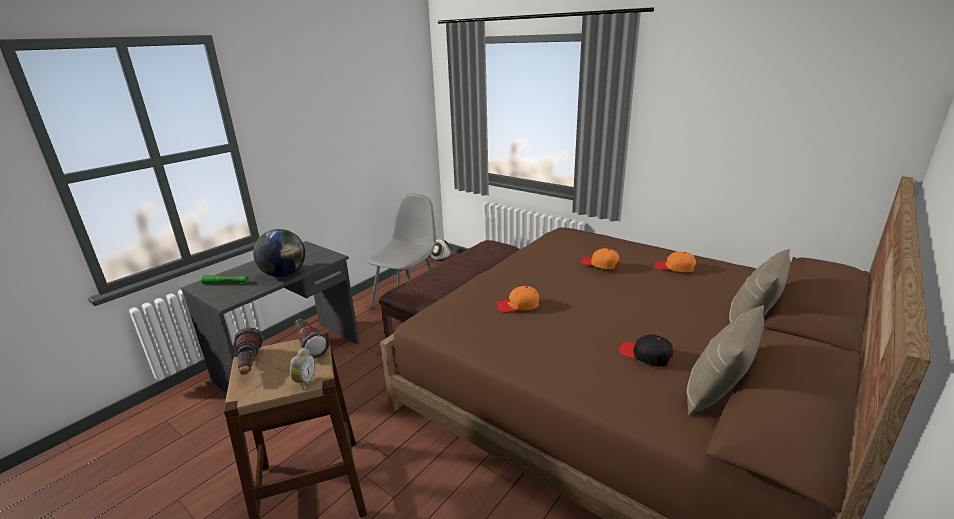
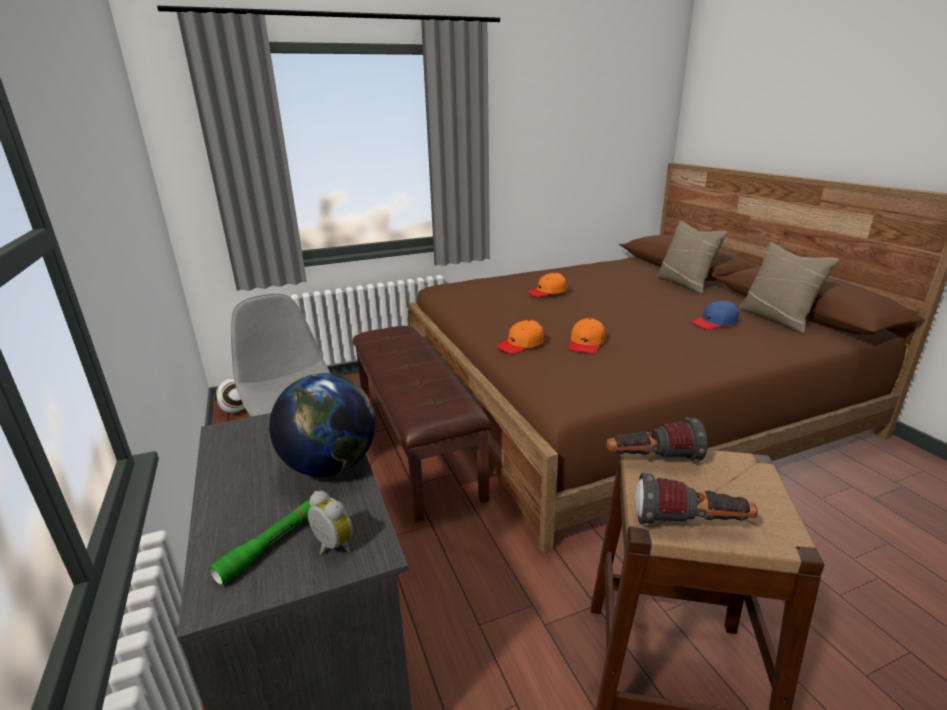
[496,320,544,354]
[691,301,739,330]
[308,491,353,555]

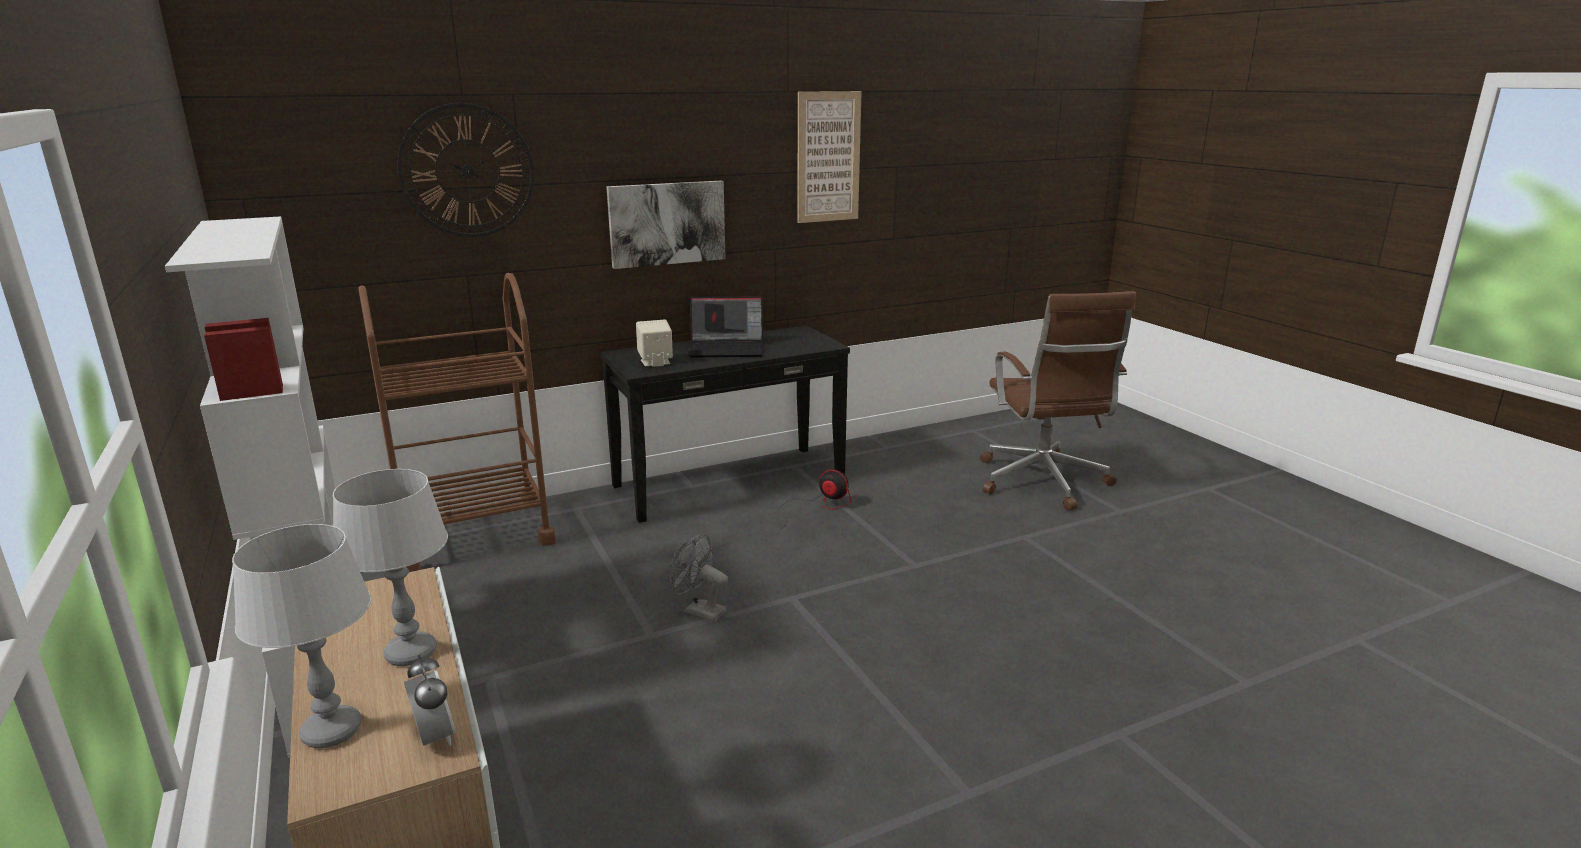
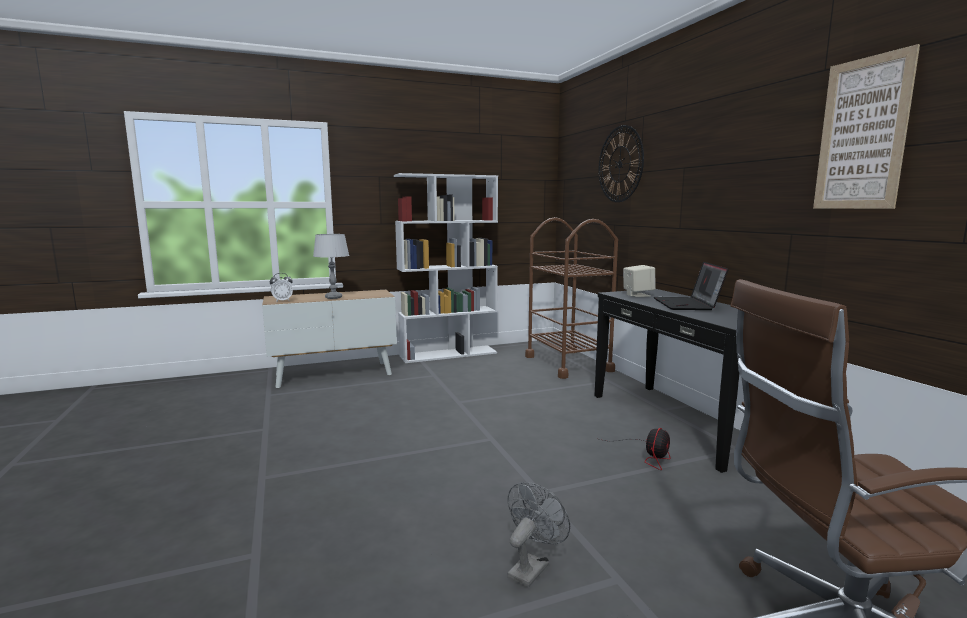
[606,181,726,269] (first image)
[232,524,371,748] (first image)
[507,482,570,588]

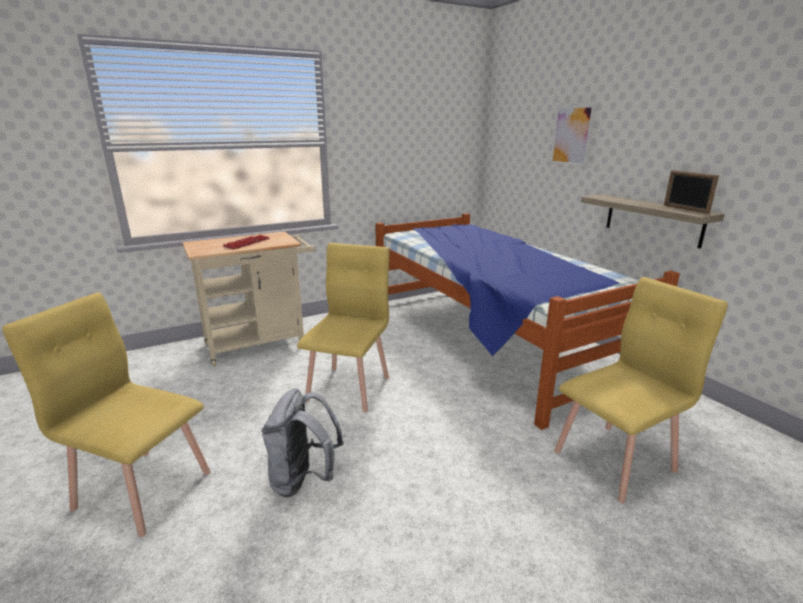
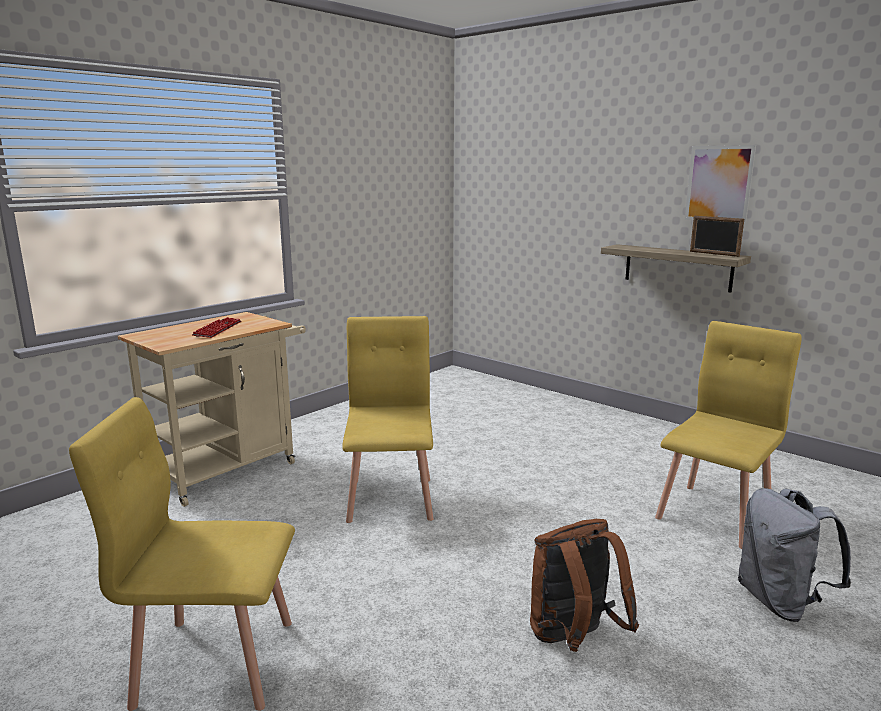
[685,145,756,223]
[375,213,680,430] (first image)
[738,488,851,622]
[530,519,639,652]

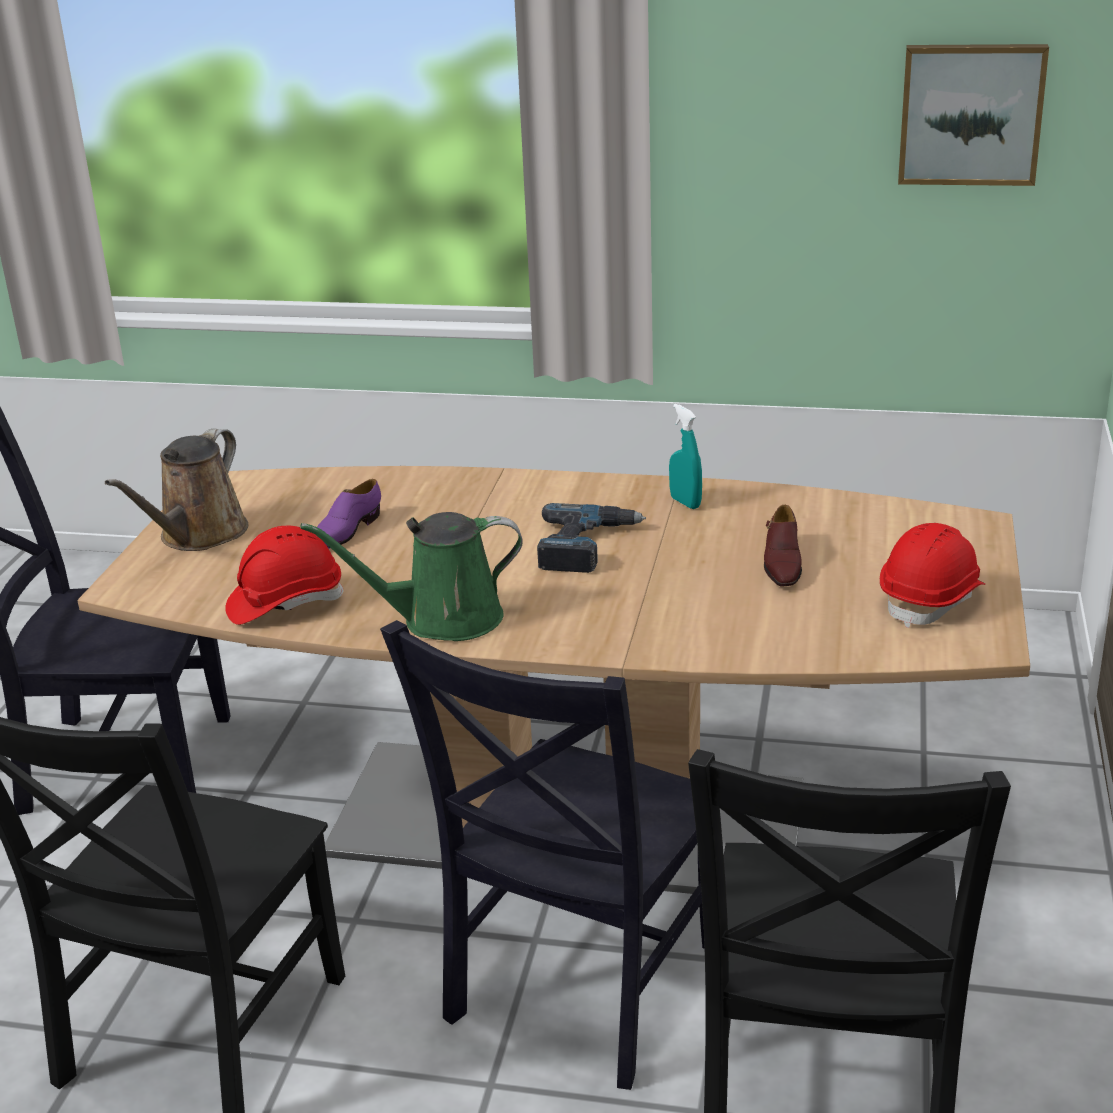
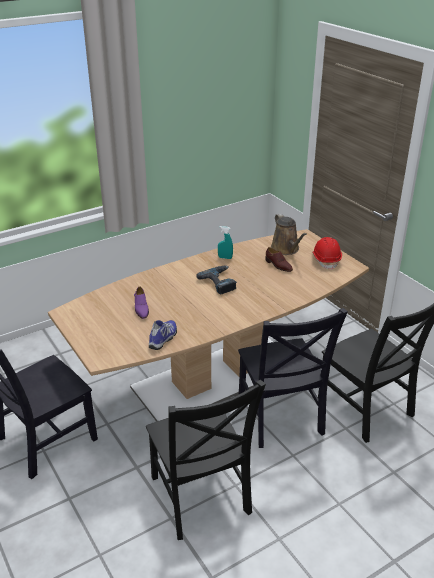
[898,44,1049,186] (first image)
[271,214,307,255]
[300,512,523,641] (first image)
[149,320,177,350]

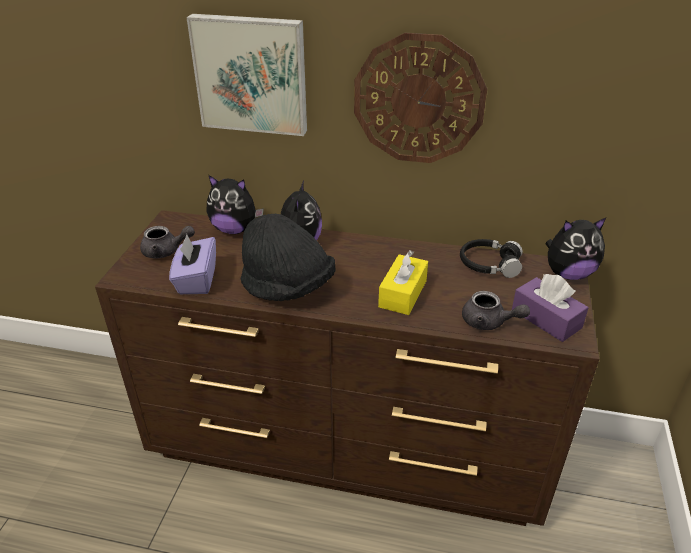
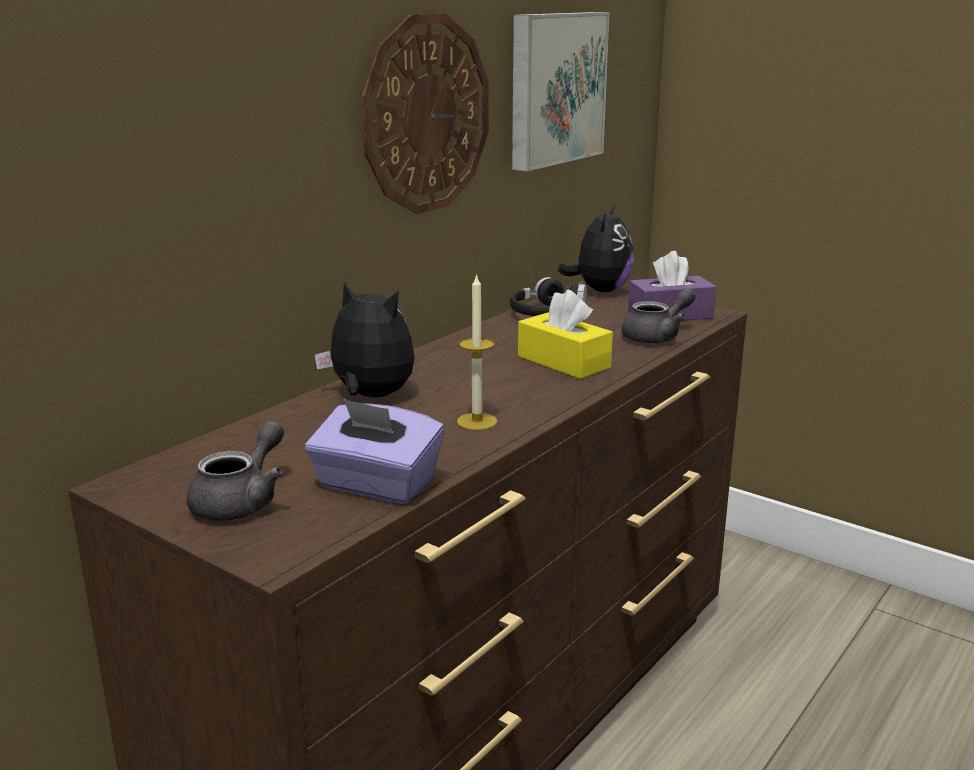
[512,12,610,171]
[207,175,264,234] (first image)
[457,273,497,430]

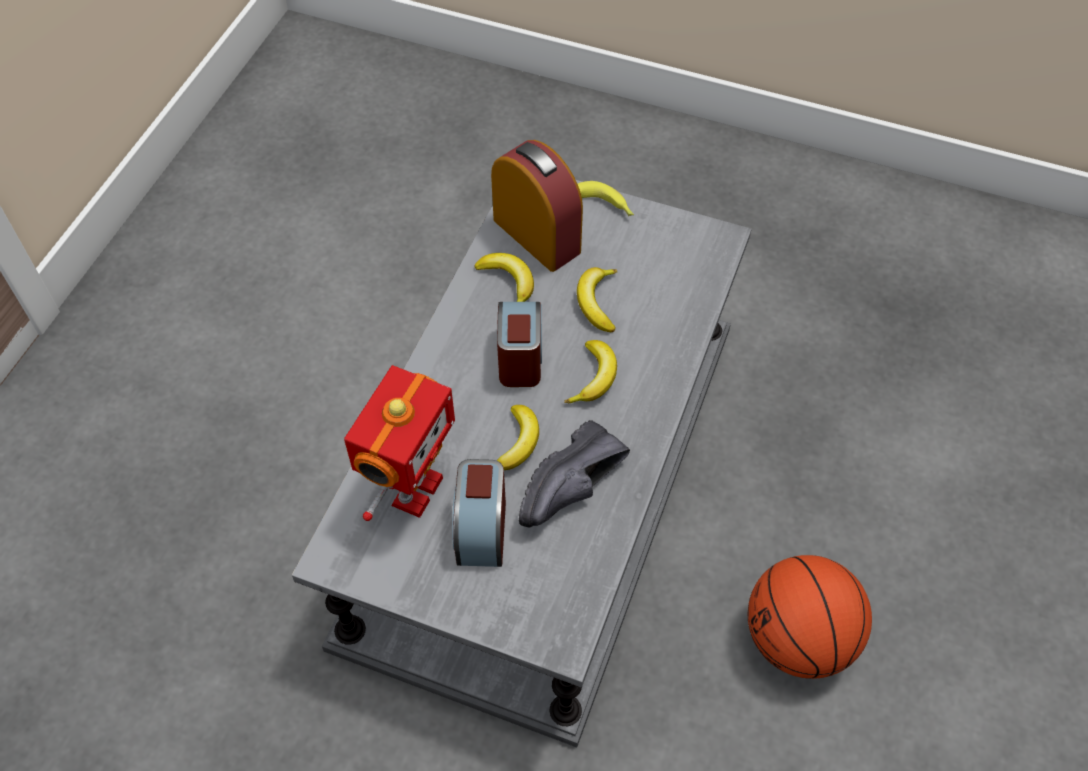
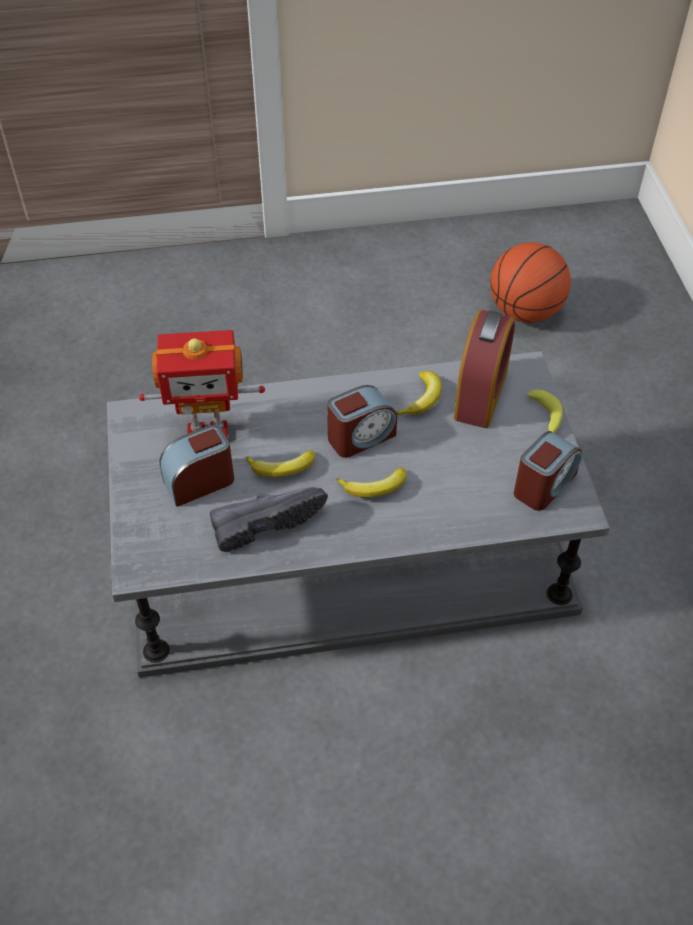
[577,267,618,332] (first image)
[210,487,328,552]
[490,242,571,323]
[514,431,582,511]

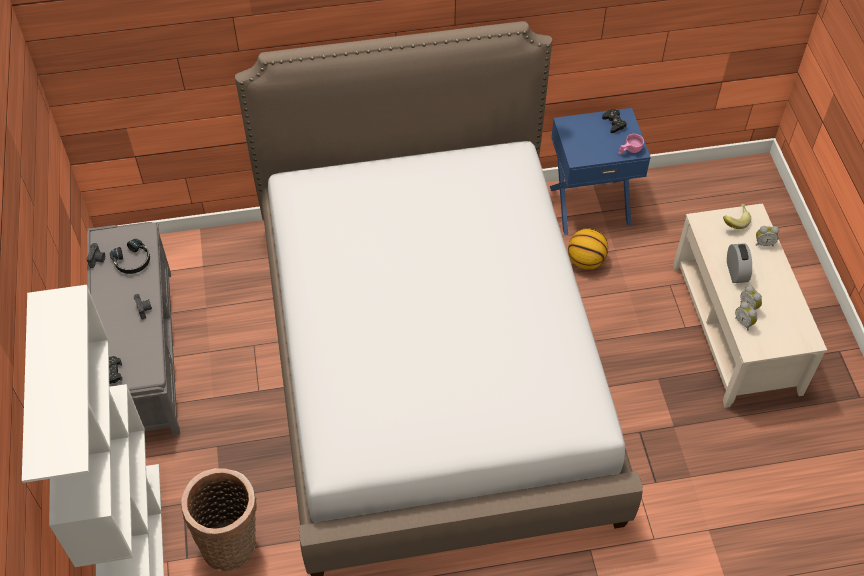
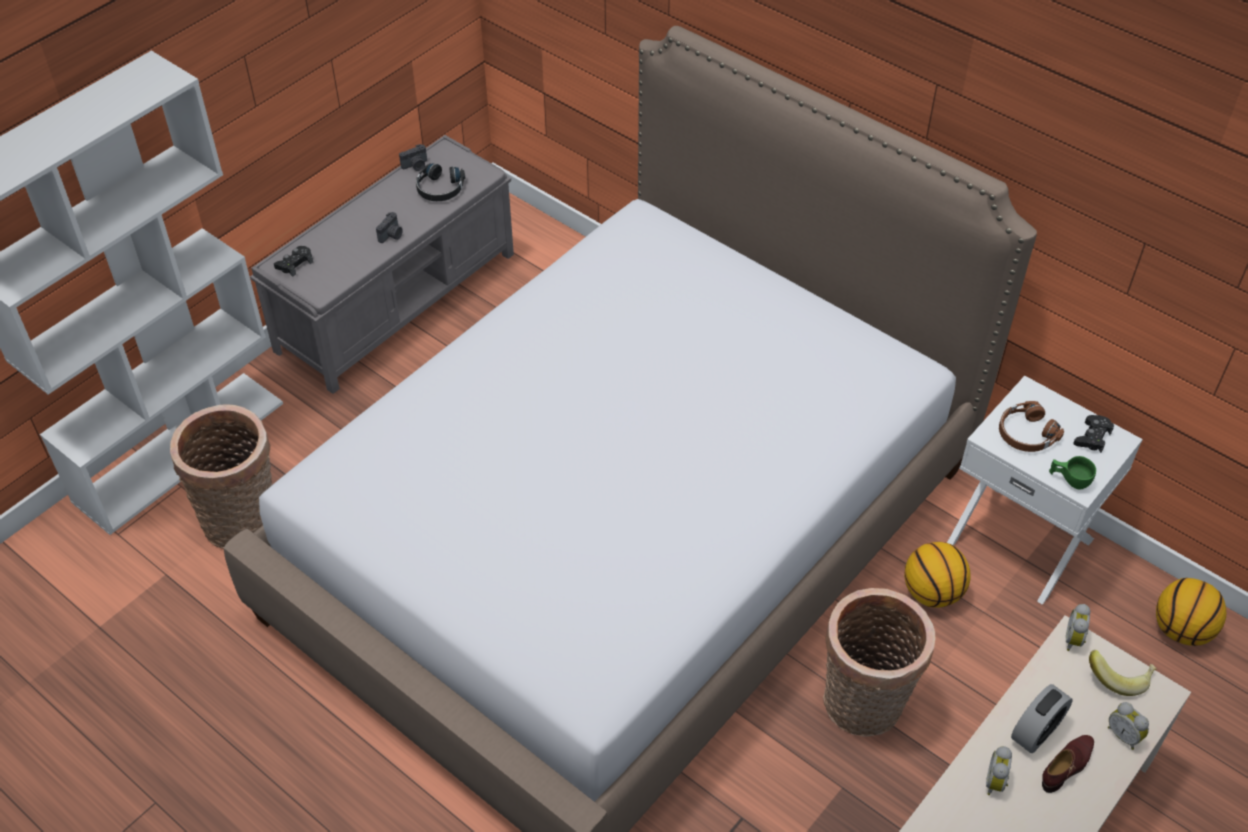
[947,376,1143,605]
[1049,456,1096,489]
[1066,604,1090,651]
[999,401,1064,452]
[1156,578,1226,646]
[823,588,935,737]
[1042,735,1094,793]

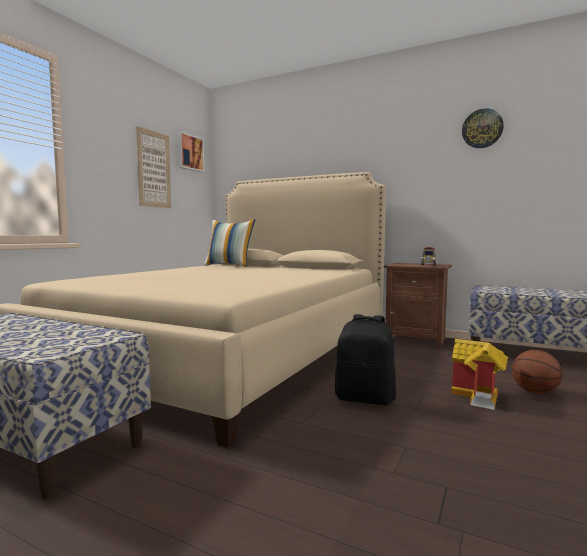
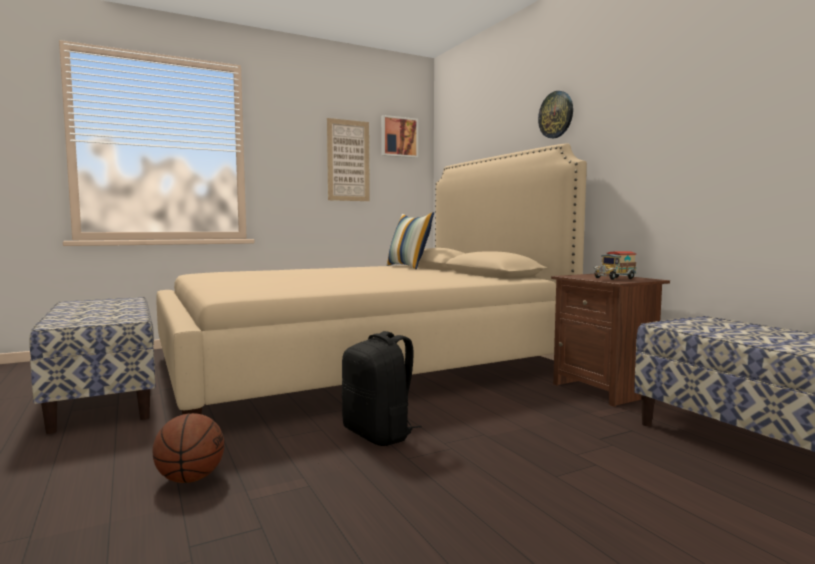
[538,91,573,138]
[451,339,508,410] (first image)
[152,413,224,483]

